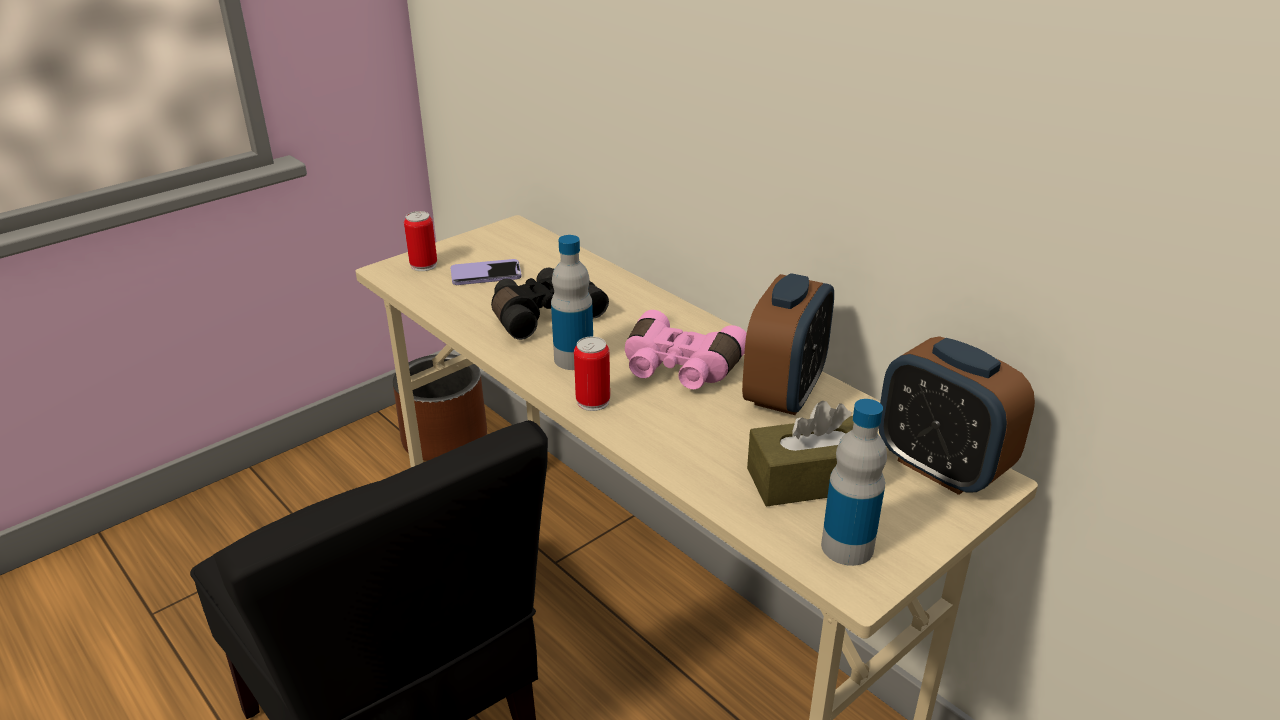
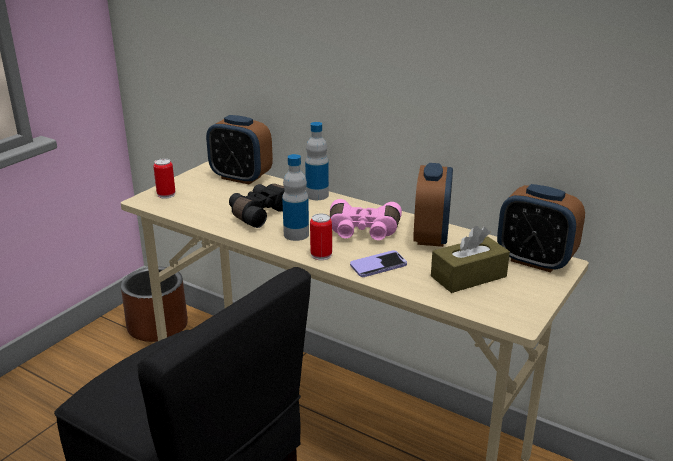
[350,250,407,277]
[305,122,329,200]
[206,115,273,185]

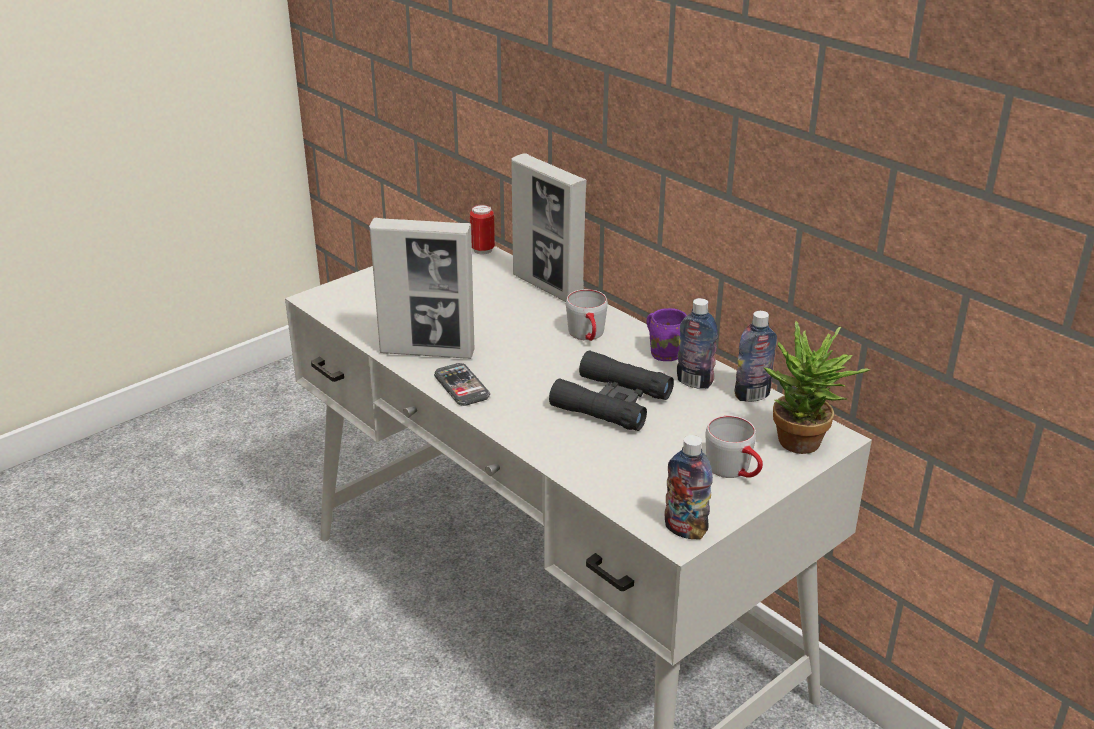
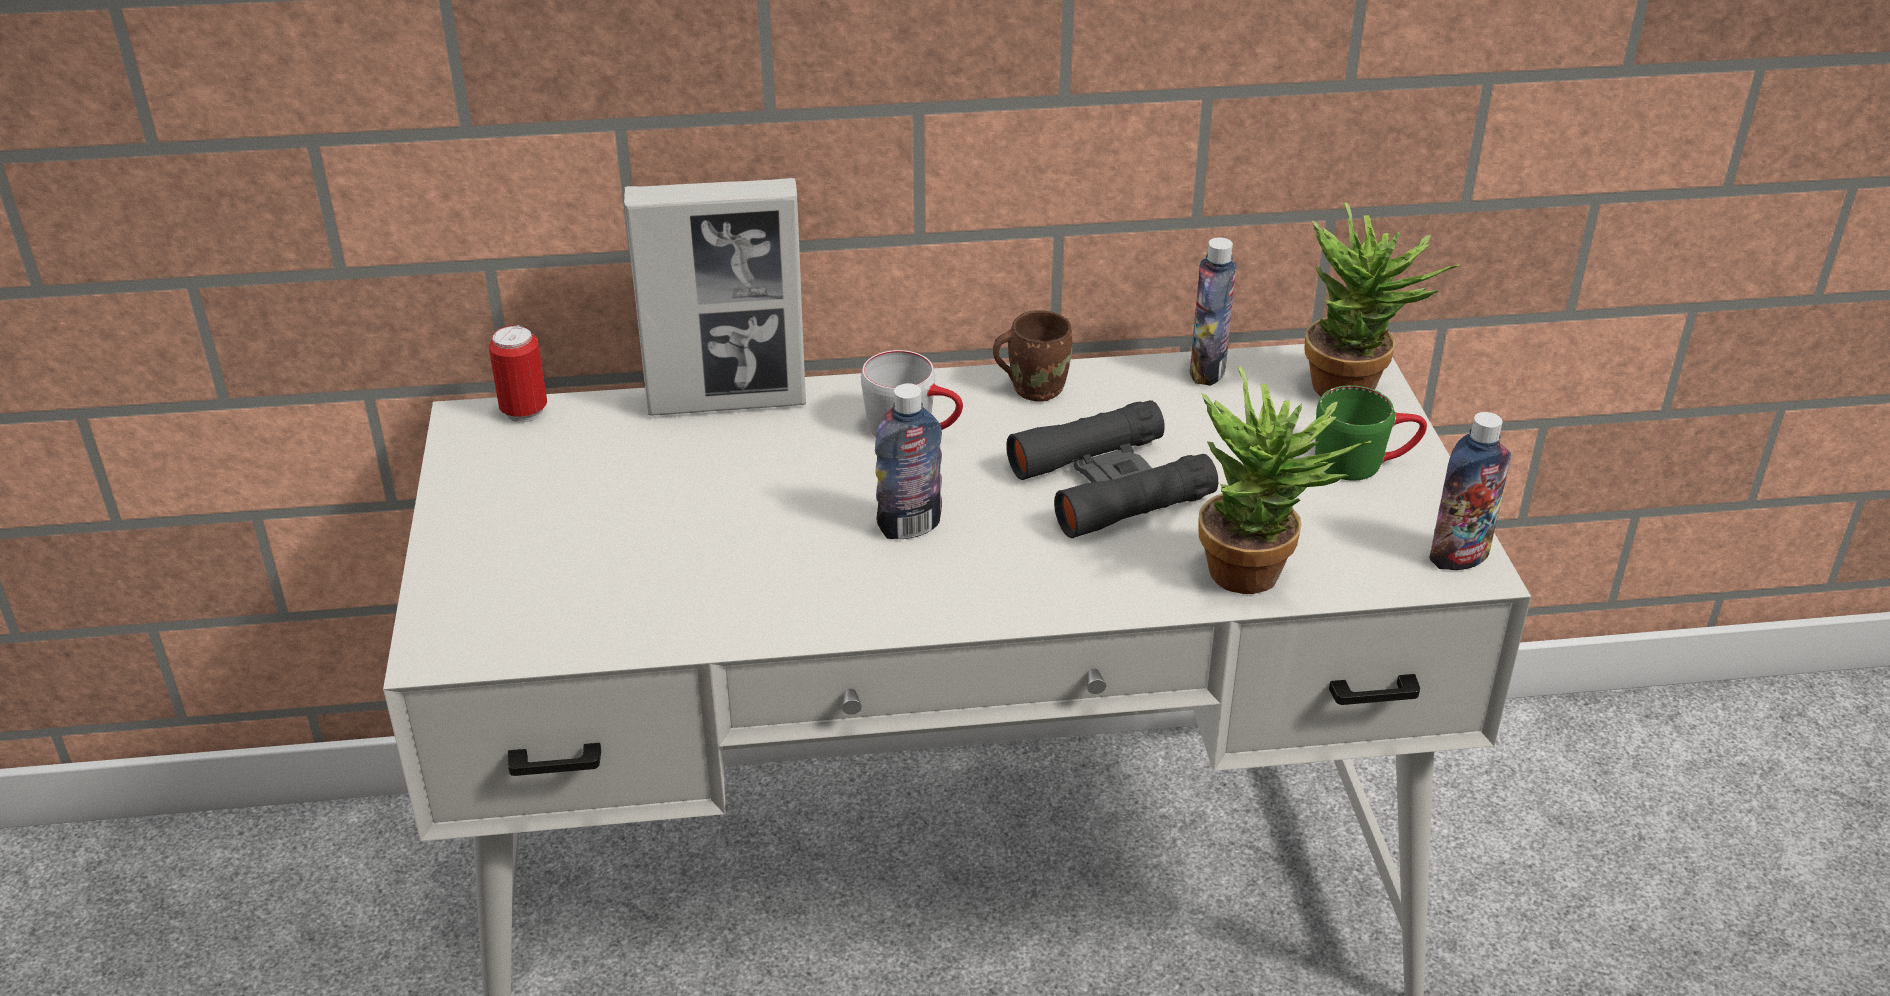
[369,218,475,359] (first image)
[875,383,942,539]
[993,310,1073,402]
[434,363,490,406] (first image)
[1315,385,1427,481]
[1199,366,1371,594]

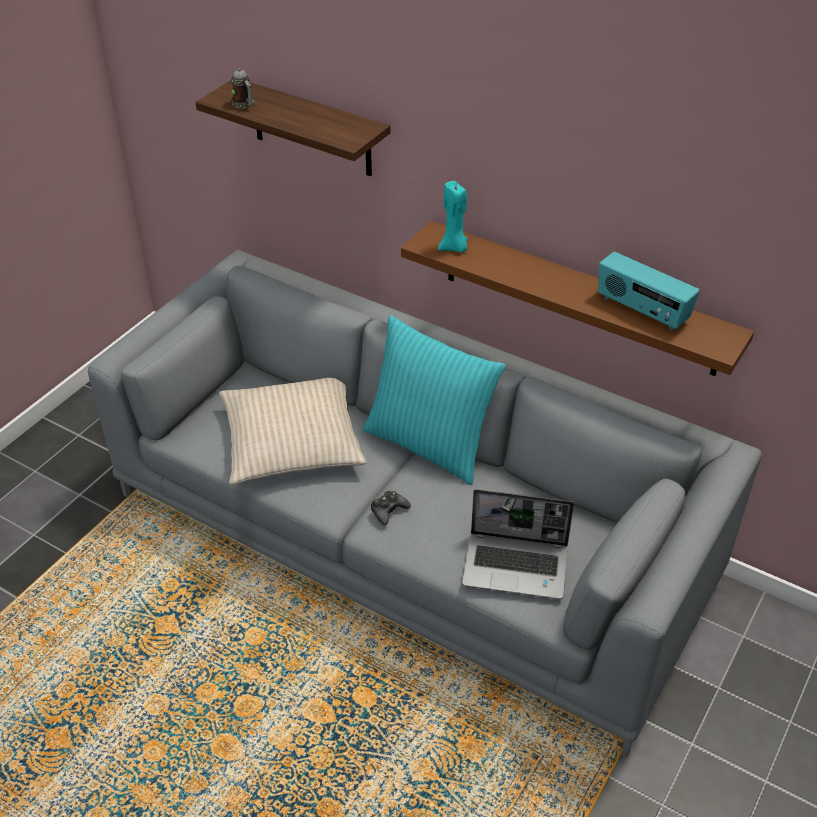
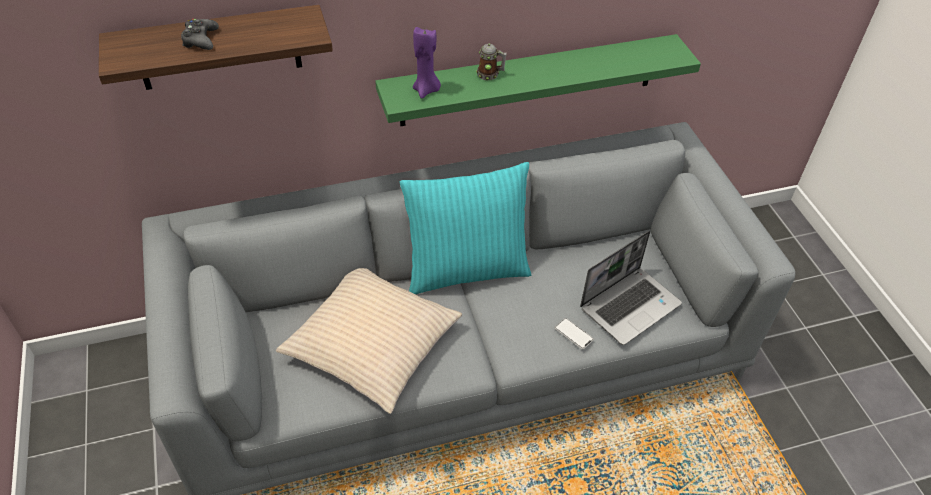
[476,43,507,80]
[413,27,441,99]
[375,34,701,126]
[598,252,700,331] (first image)
[181,19,219,50]
[555,318,594,349]

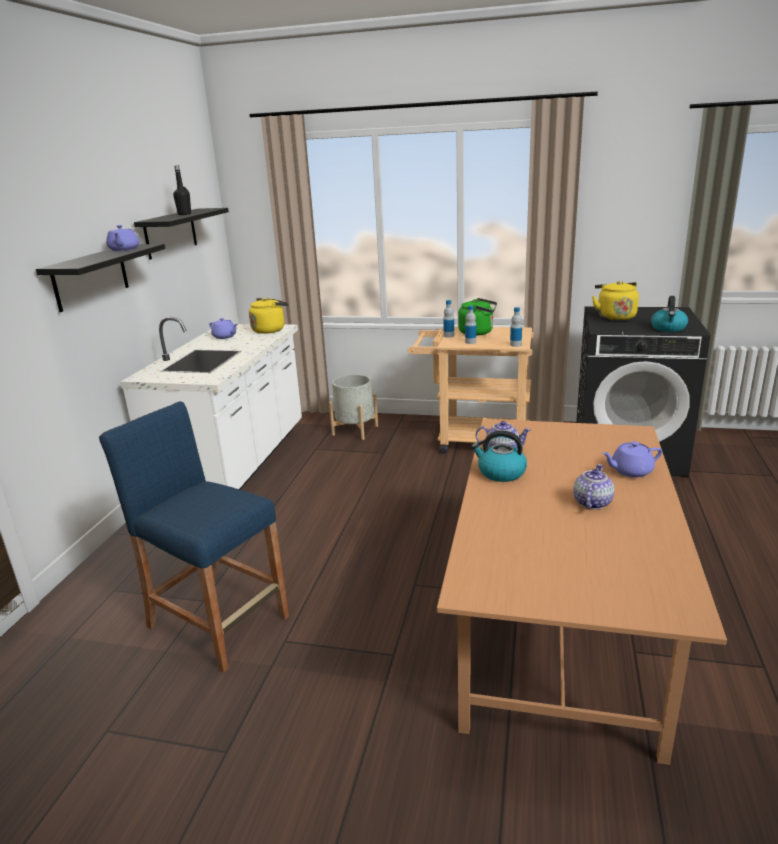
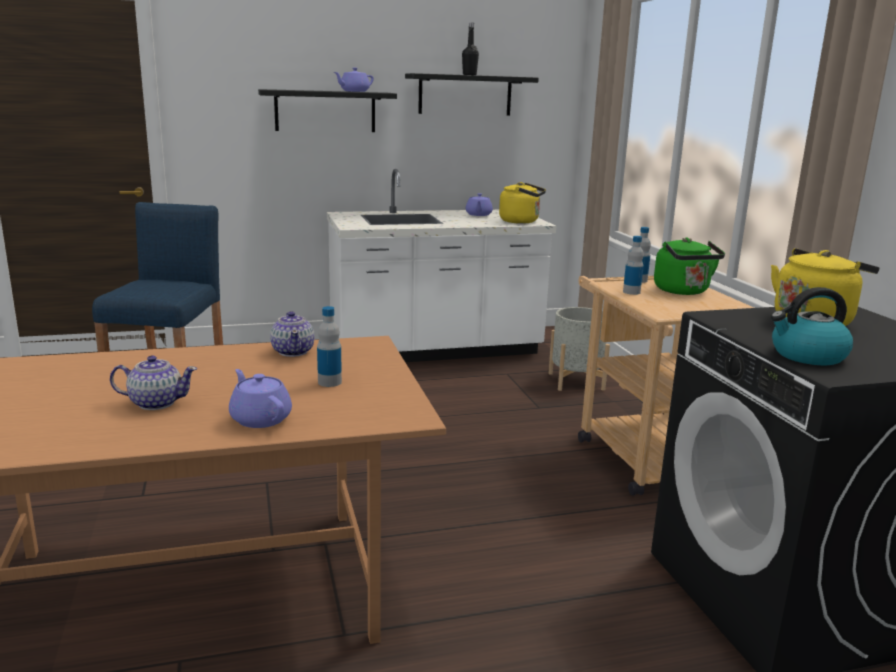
[317,306,342,387]
[471,430,527,482] (first image)

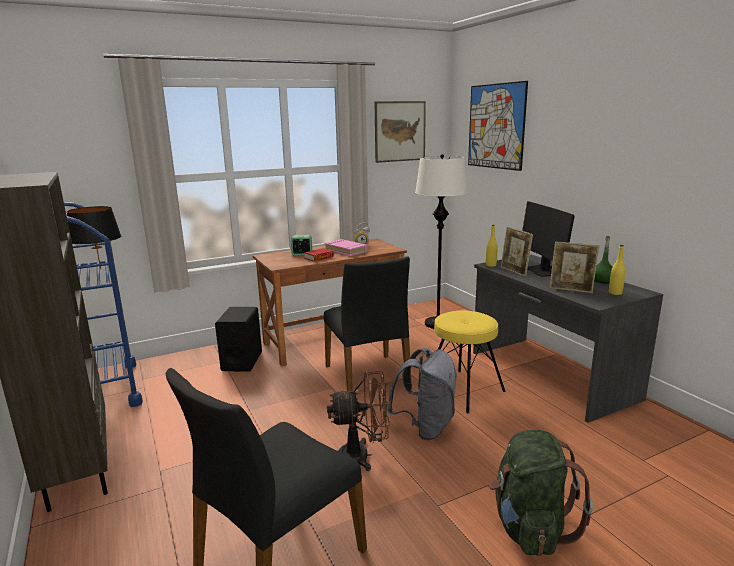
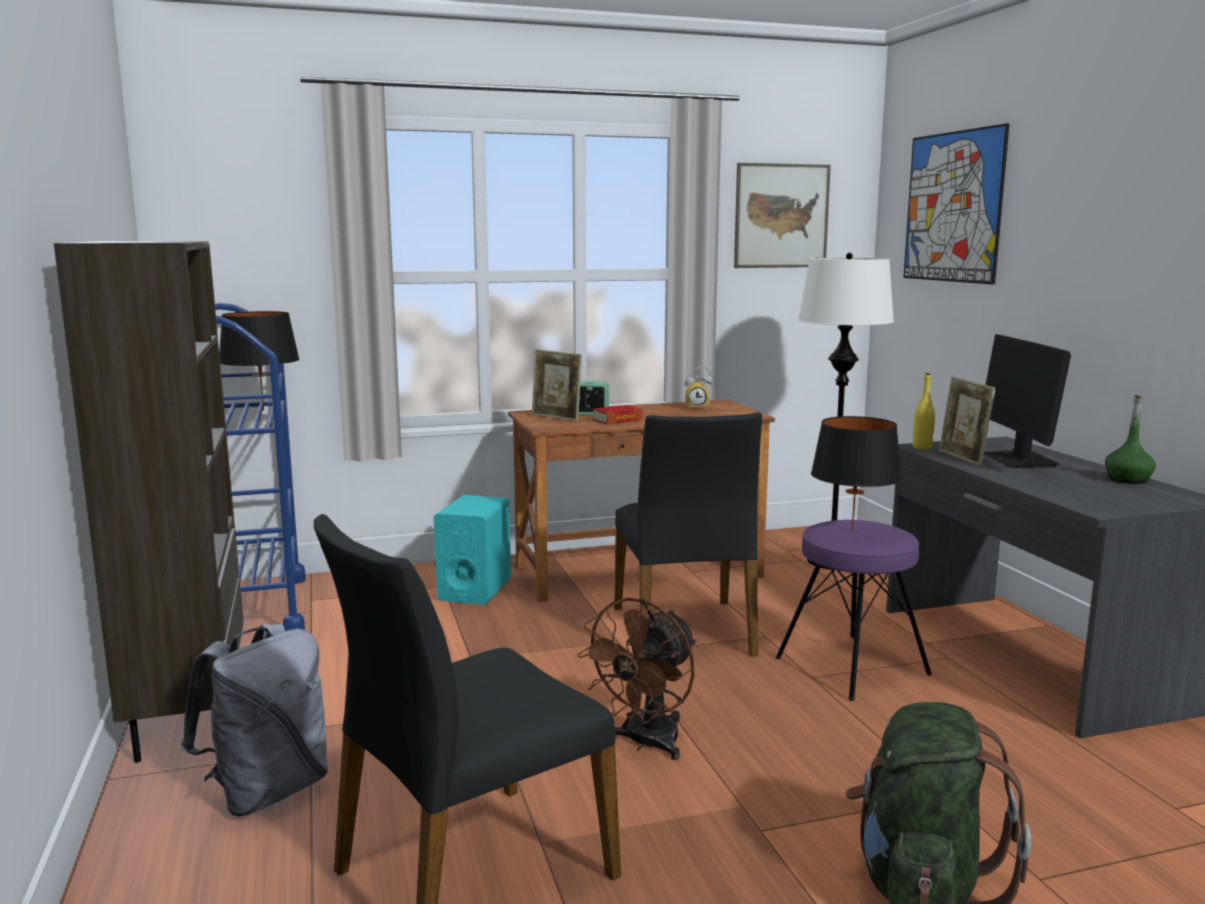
[325,239,367,256] (first image)
[532,349,582,421]
[609,245,625,295] (first image)
[434,495,511,605]
[775,520,932,701]
[181,624,329,817]
[577,597,696,760]
[811,416,902,531]

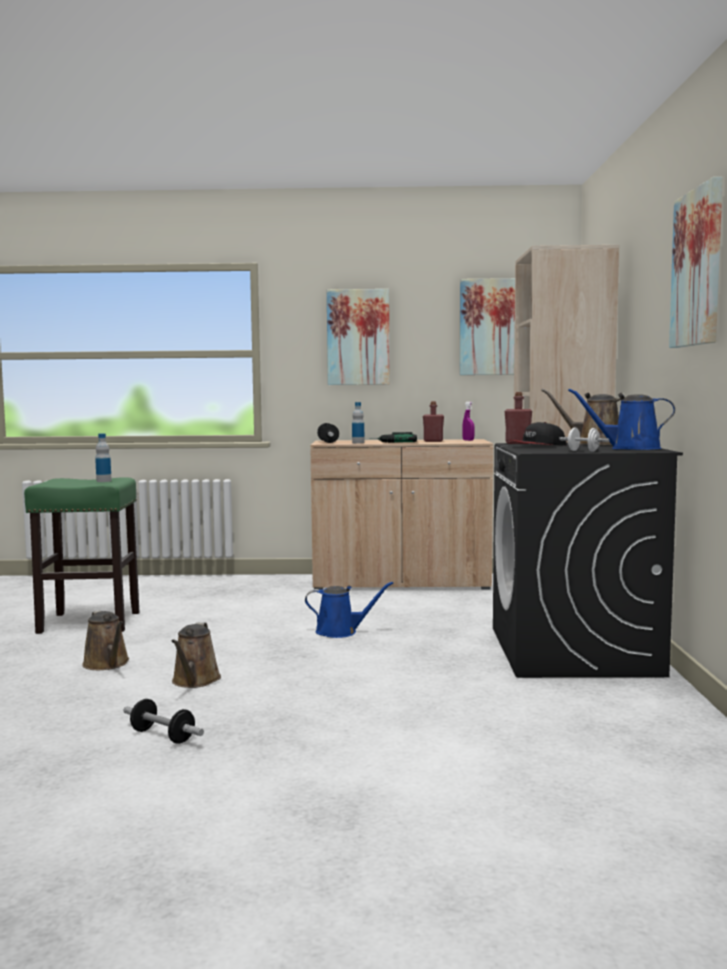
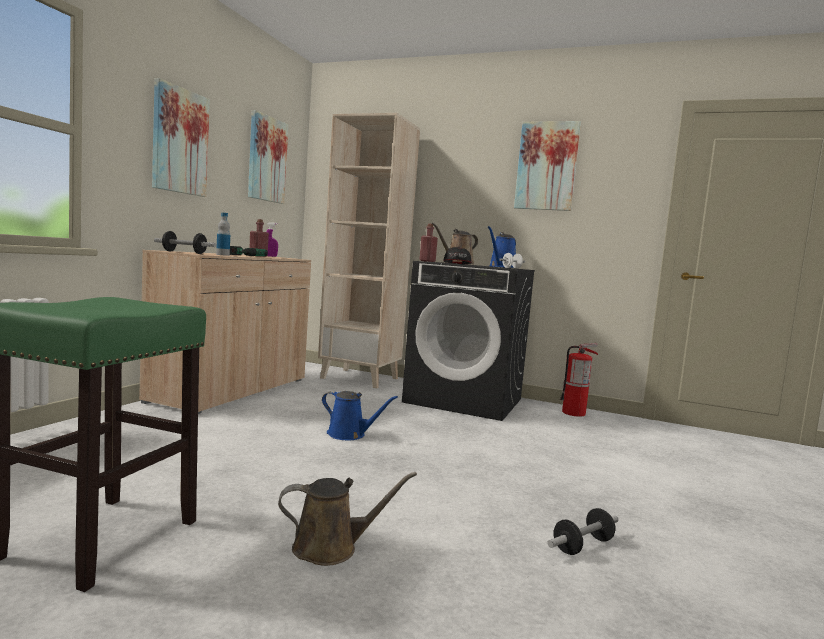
[95,433,112,482] (first image)
[322,391,398,441]
[172,622,221,688] (first image)
[560,343,598,417]

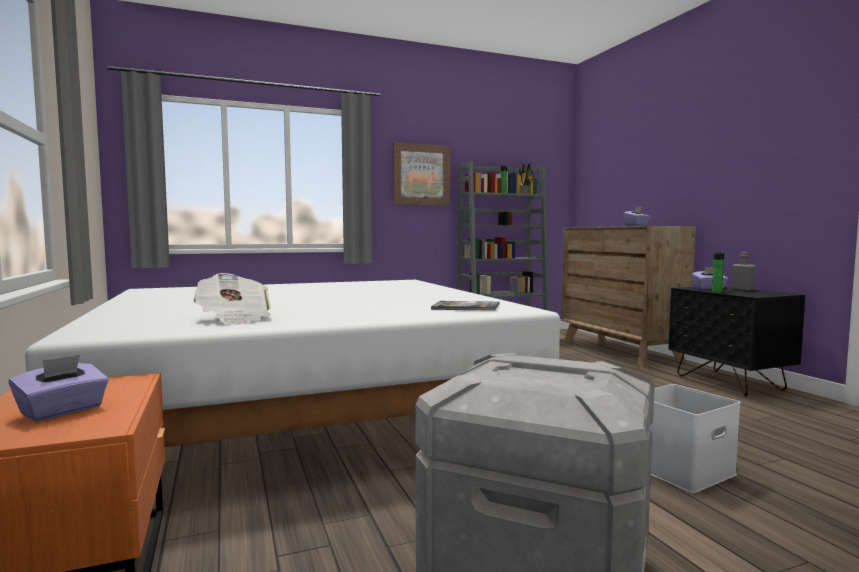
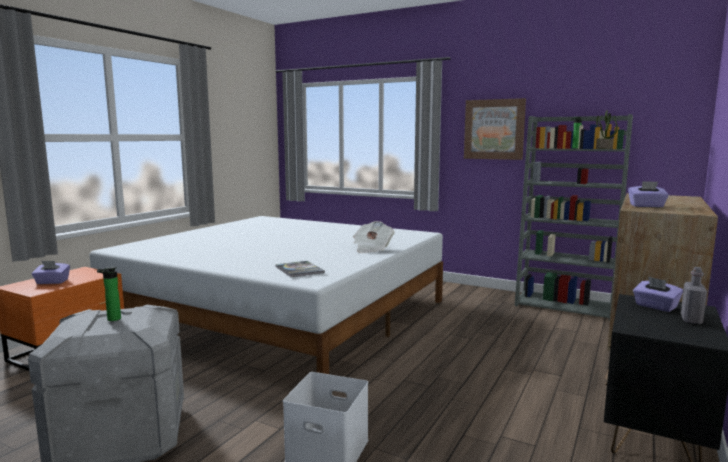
[97,267,121,321]
[353,221,395,253]

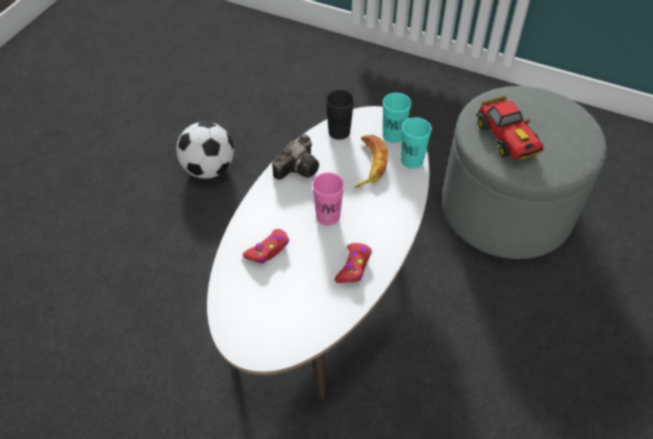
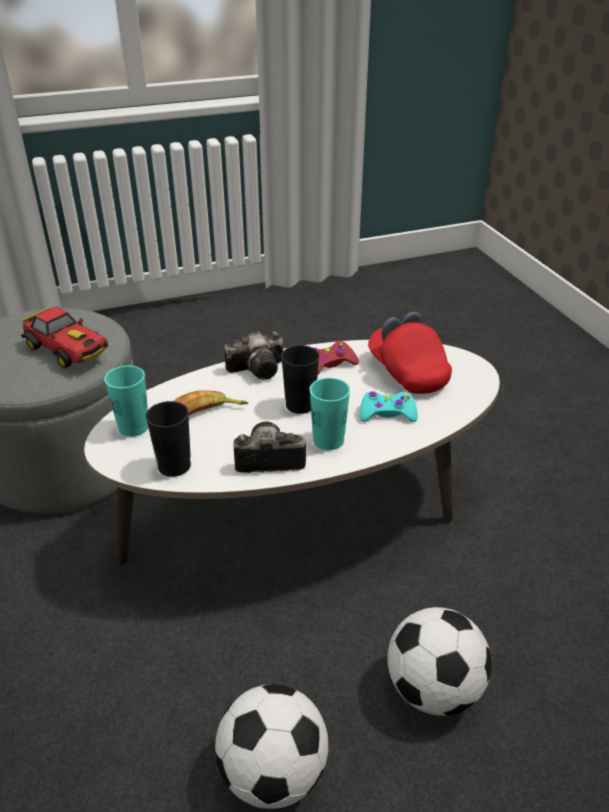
[21,306,108,368]
[310,378,350,450]
[281,345,319,414]
[360,391,418,422]
[368,312,452,394]
[224,331,284,380]
[387,607,492,716]

